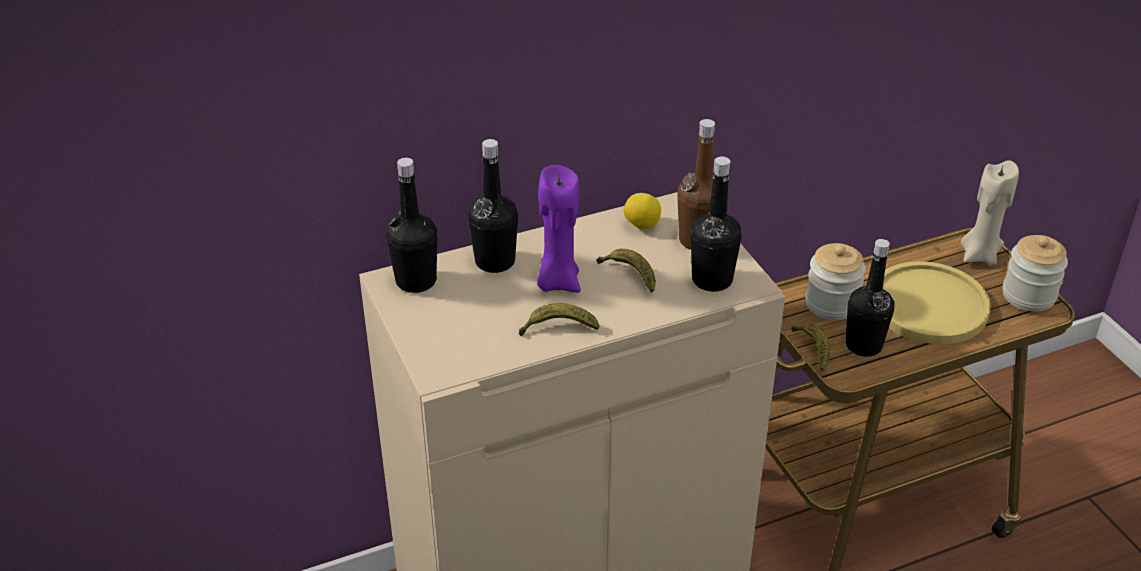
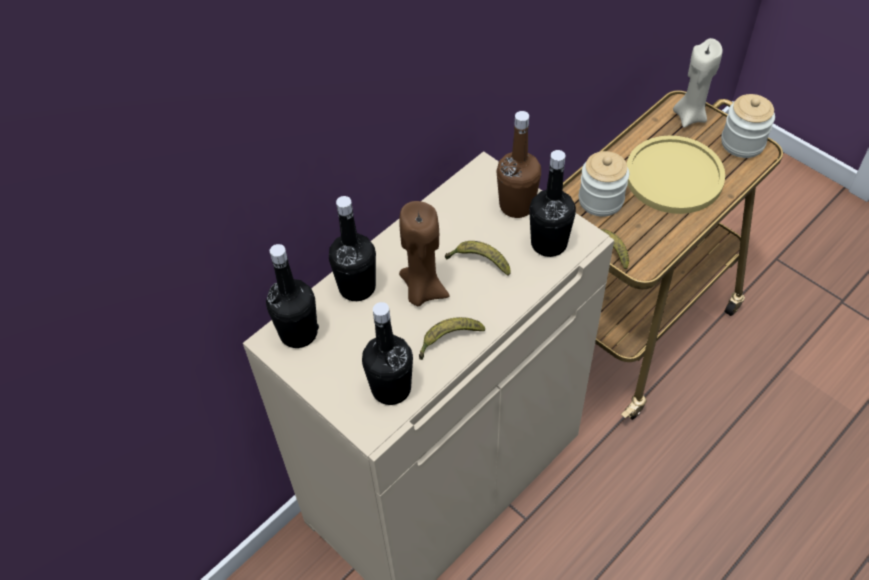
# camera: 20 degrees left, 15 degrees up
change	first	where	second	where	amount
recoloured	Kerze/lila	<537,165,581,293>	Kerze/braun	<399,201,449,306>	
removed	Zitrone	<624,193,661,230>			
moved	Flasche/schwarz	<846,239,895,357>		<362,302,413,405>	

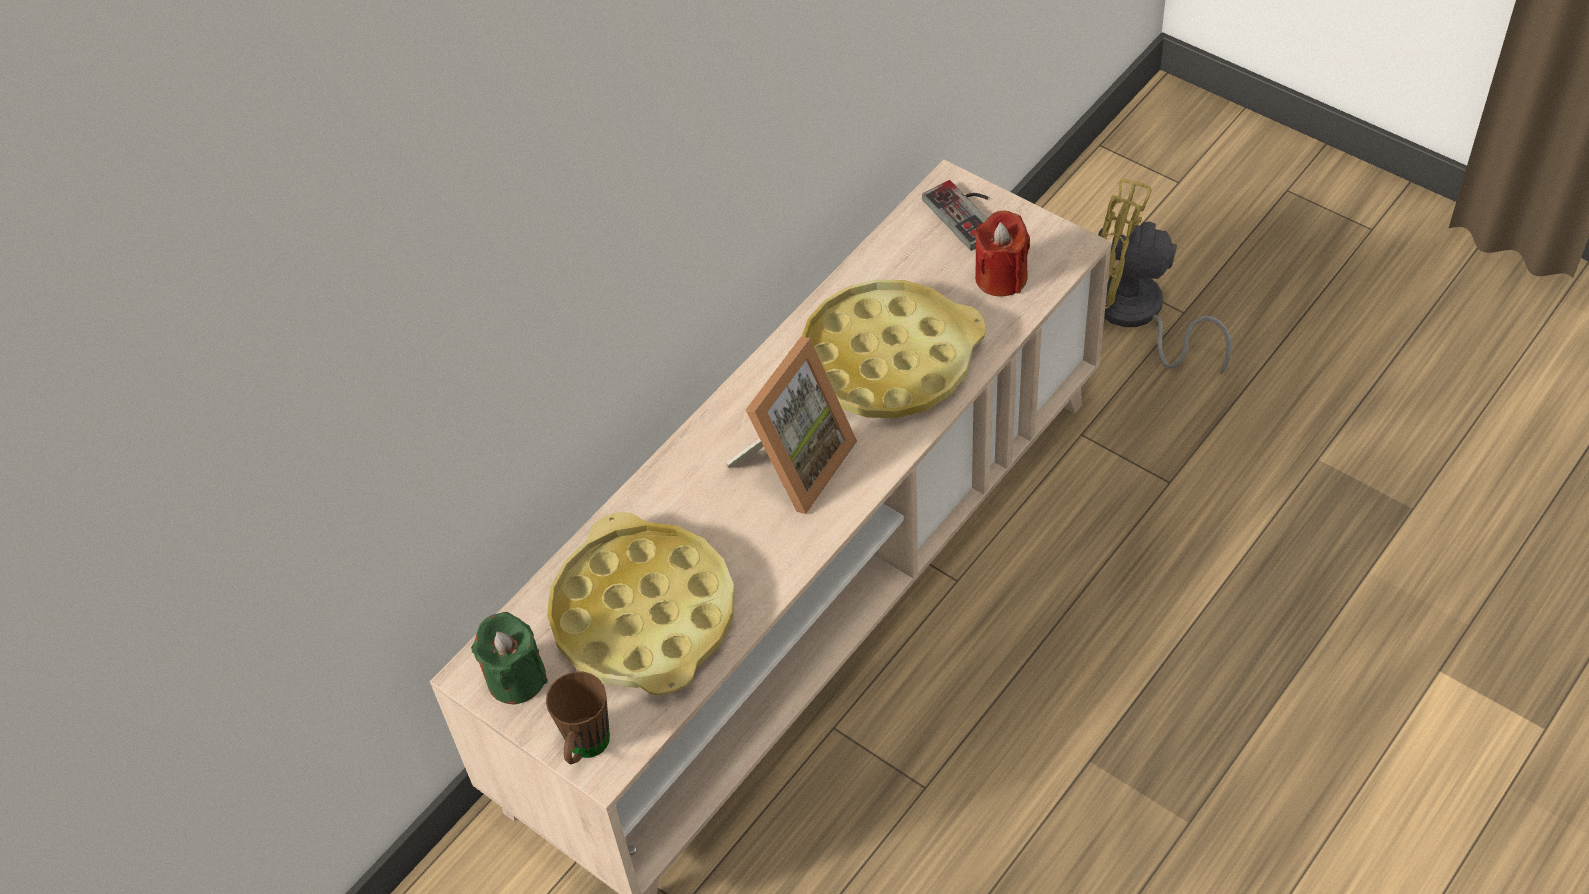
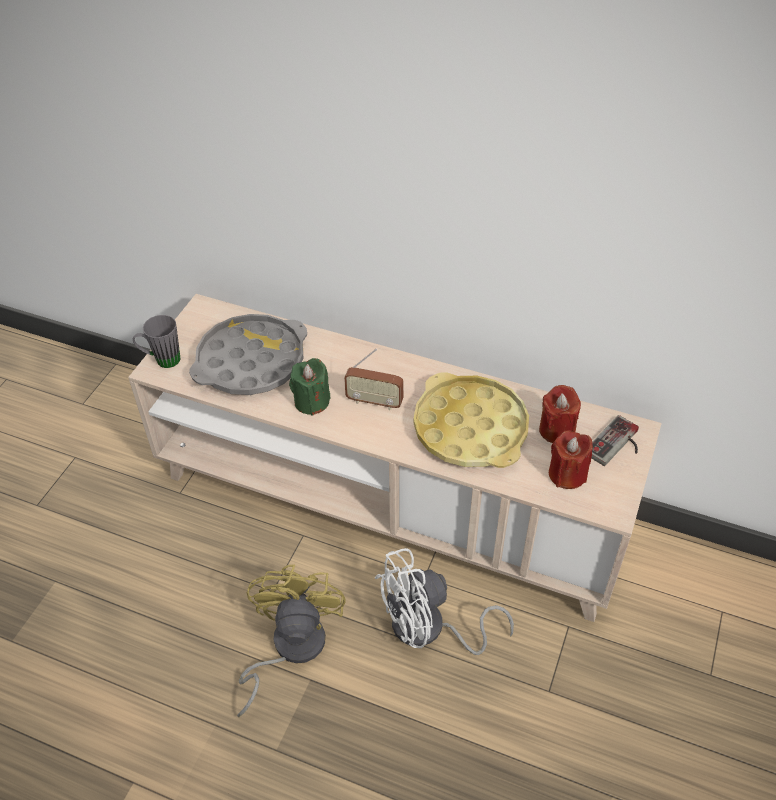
# camera: 70 degrees right, 5 degrees down
change	first	where	second	where	amount
moved	Kerze/grün	<471,612,548,705>		<289,358,331,416>	
recoloured	Henkelbecher/braun	<546,671,610,764>	Henkelbecher/grau	<133,315,181,368>	
recoloured	Tablett/gelb	<547,512,735,696>	Tablett/grau	<189,314,307,395>	
replaced	Bilderrahmen	<726,337,857,514>	Radio	<344,348,403,410>	
moved	Ventilator/gelb	<1098,178,1232,374>		<237,564,346,717>	
added			Ventilator/weiß	<375,548,514,655>	
added			Kerze/rot	<539,385,581,443>	

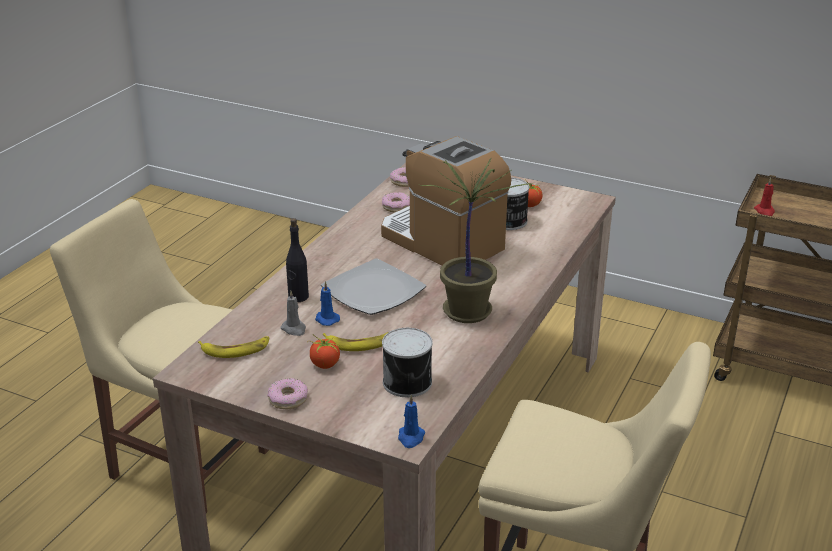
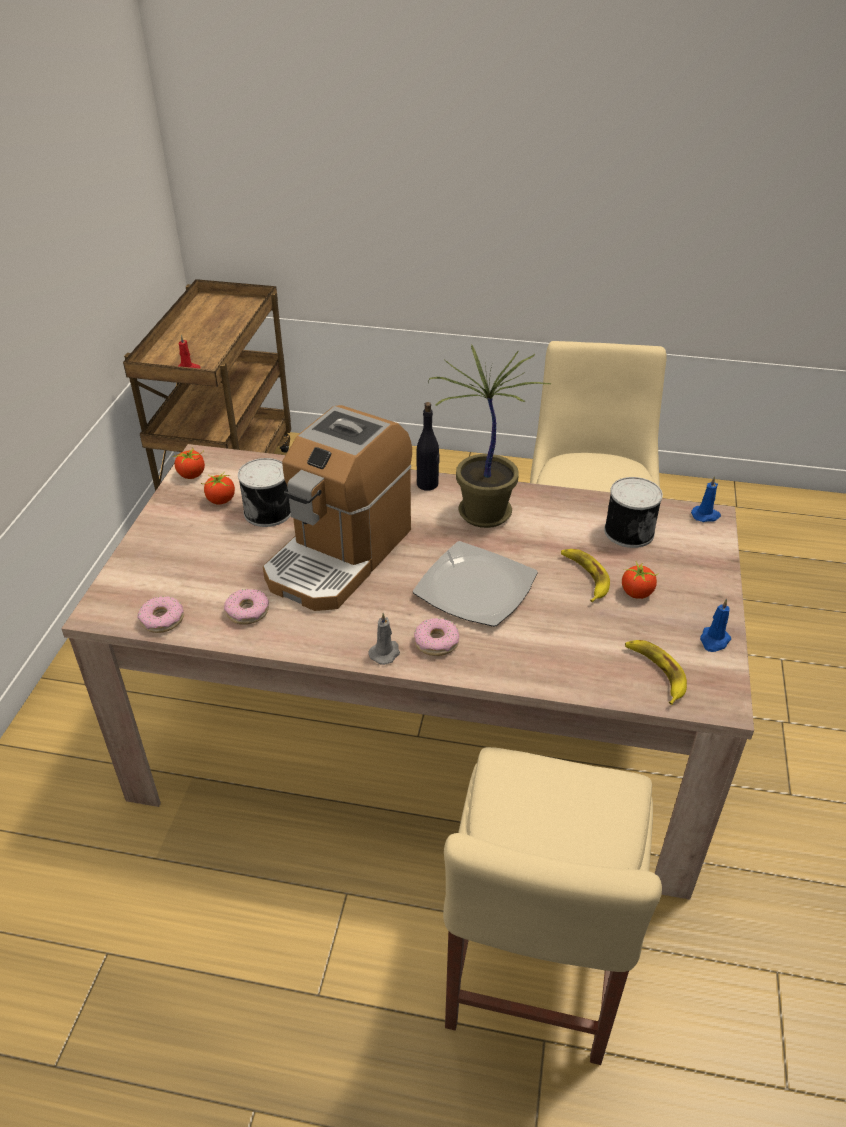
# camera: 105 degrees left, 10 degrees up
change	first	where	second	where	amount
moved	Donut	<268,378,308,409>		<414,618,459,656>	
moved	Kerze/grau	<281,291,306,336>		<368,613,400,665>	
moved	Flasche/schwarz	<286,218,309,302>		<417,402,440,491>	
moved	Kerze/blau	<315,281,340,326>		<700,599,731,652>	
added			Tomate	<173,449,205,479>	

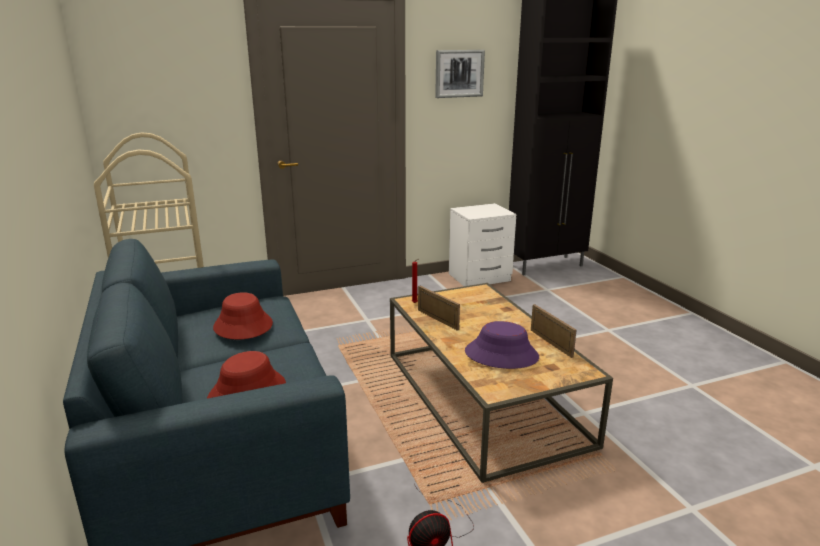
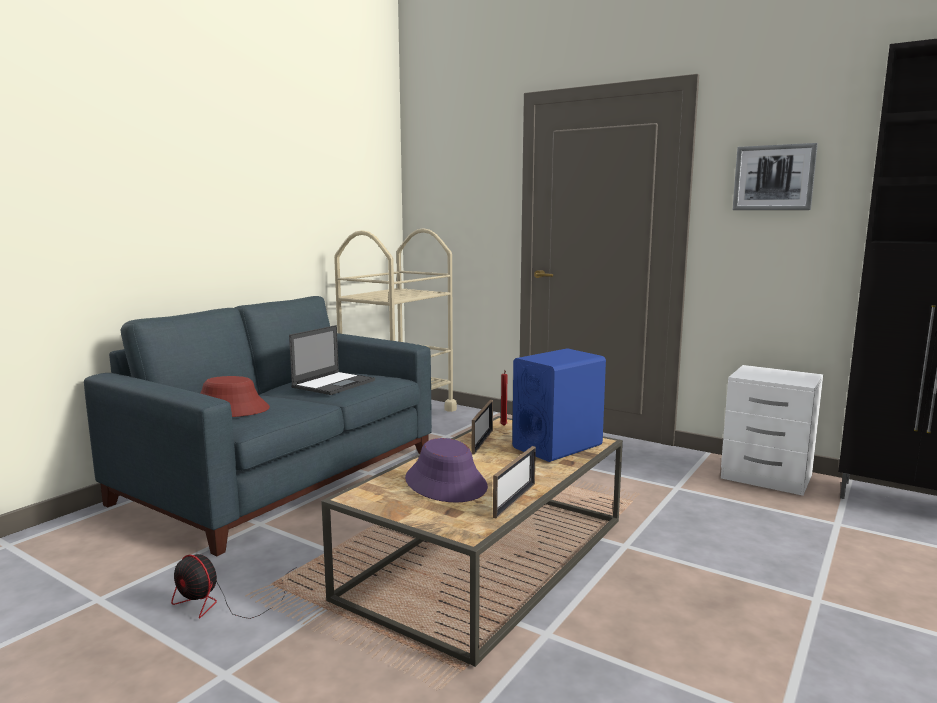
# camera: 55 degrees right, 10 degrees down
change	first	where	second	where	amount
replaced	Hut/rot	<213,292,273,340>	Laptop	<289,325,375,395>	
added			Lautsprecher/blau	<512,348,606,462>	

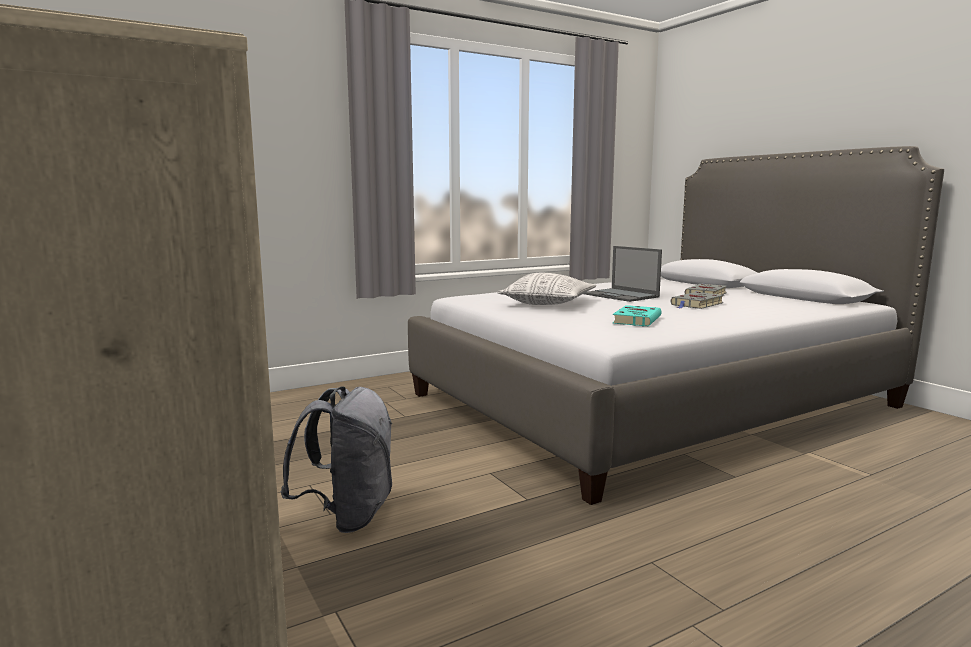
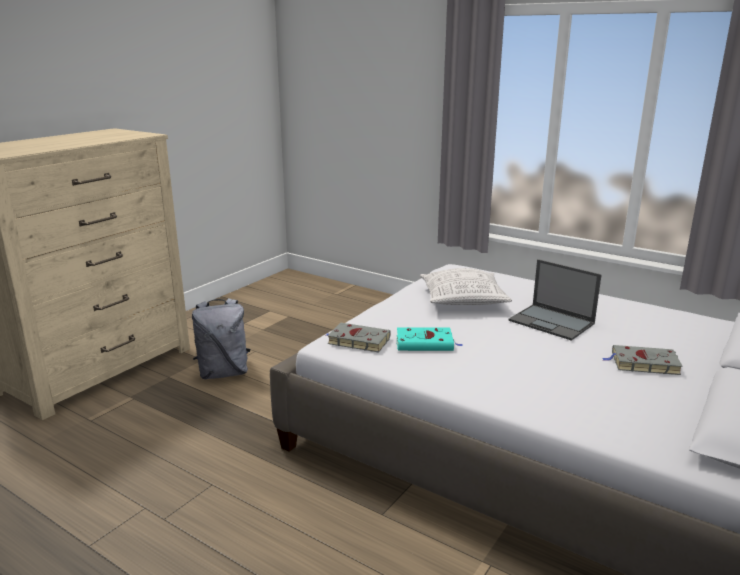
# camera: 65 degrees right, 10 degrees up
change	first	where	second	where	amount
turned	Laptop	<584,246,662,302>		<509,259,602,341>	75 degrees counterclockwise
moved	Buch/grau	<671,292,724,309>		<326,323,391,352>	

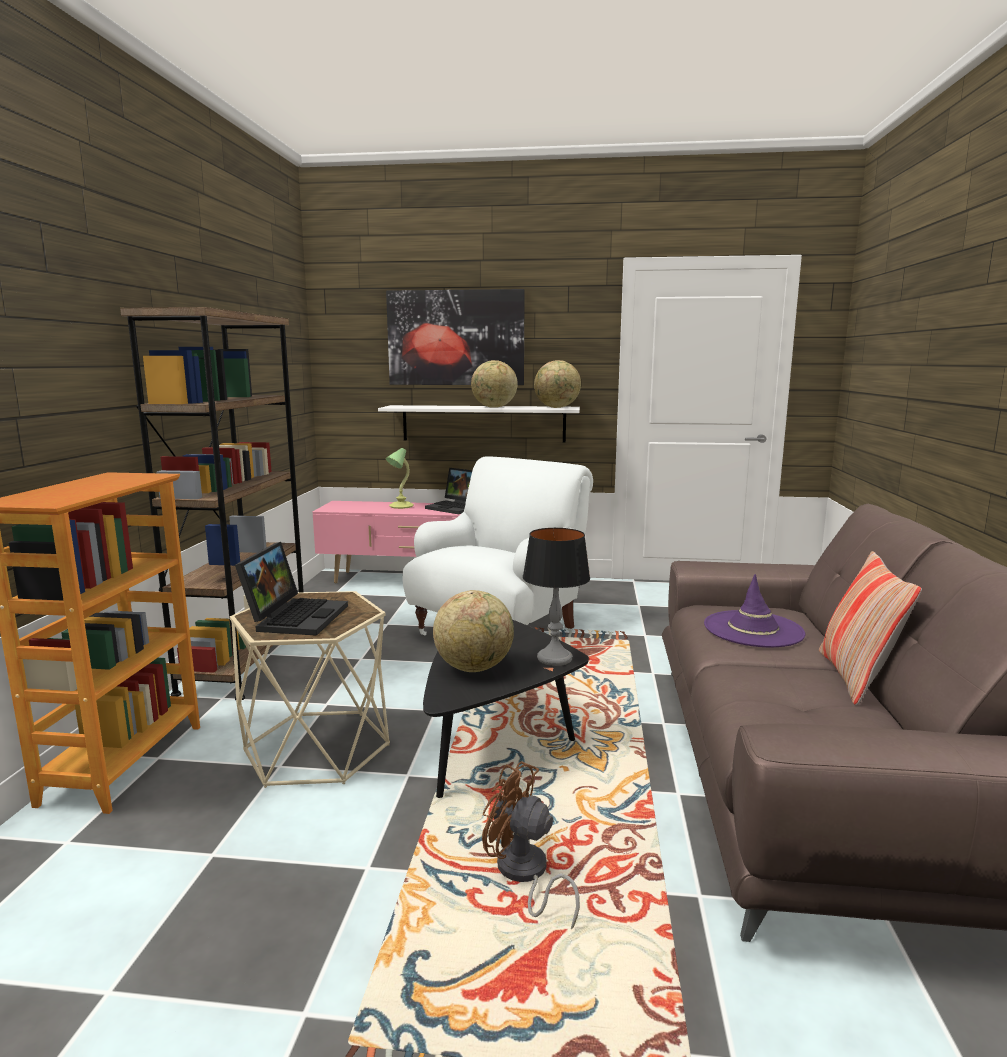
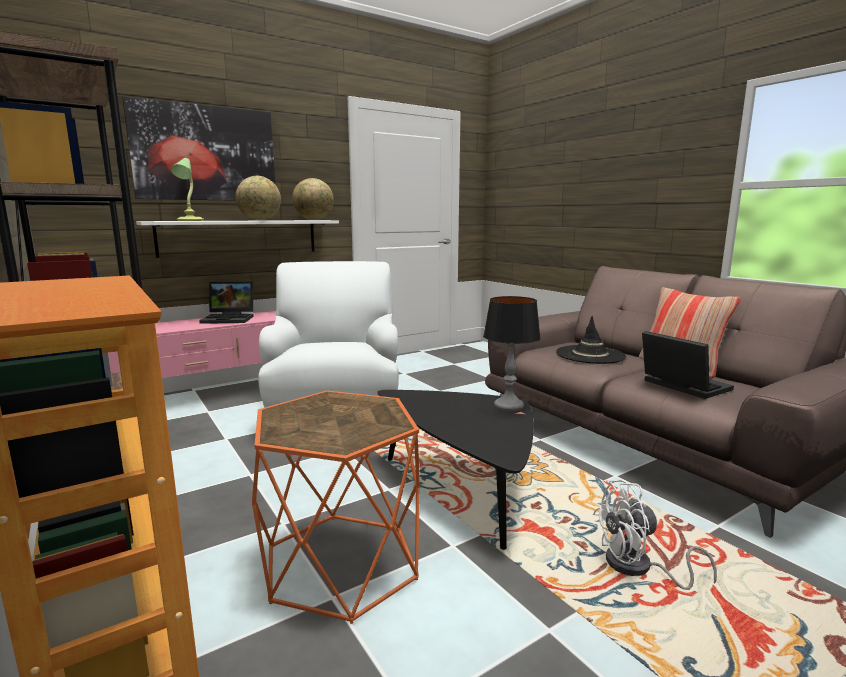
# camera: 40 degrees left, 0 degrees up
change	first	where	second	where	amount
recoloured	Beistelltisch/beige	<230,591,390,788>	Beistelltisch/orange	<252,391,420,624>	
moved	Laptop	<235,542,348,636>		<642,331,734,399>	
moved	Tischlampe	<386,448,414,509>		<171,158,204,221>	
removed	Globus	<433,590,514,672>			
recoloured	Ventilator/braun	<482,761,580,929>	Ventilator/weiß	<593,480,717,590>	
recoloured	Hut/lila	<704,574,806,647>	Hut/schwarz	<556,316,626,364>	

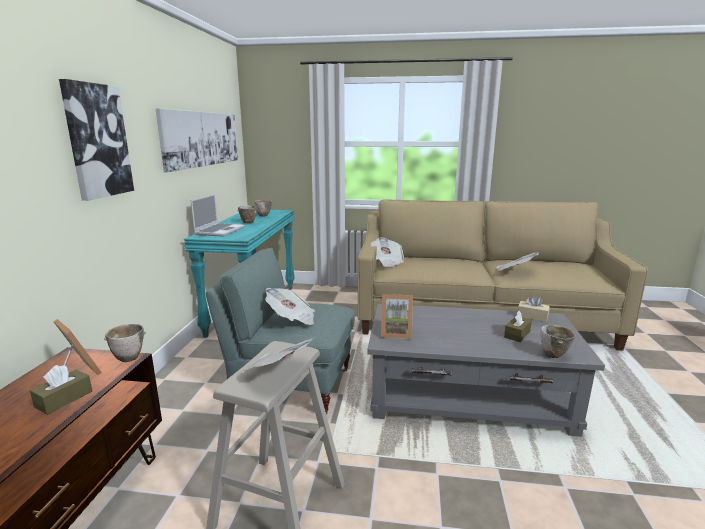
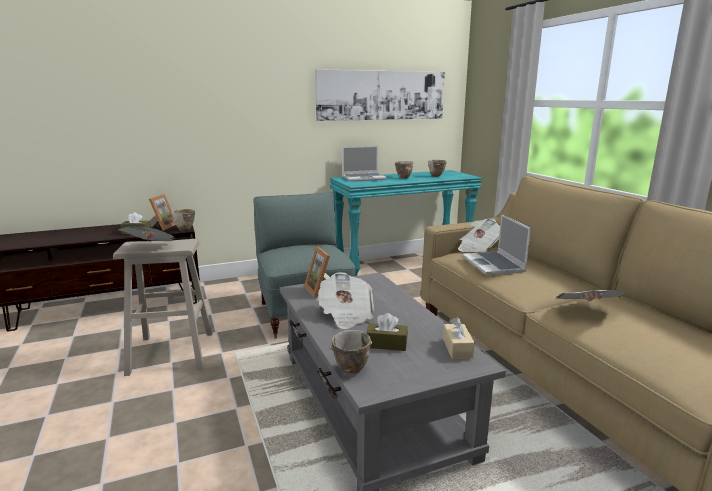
# camera: 60 degrees right, 0 degrees up
change	first	where	second	where	amount
removed	Bild	<59,79,134,201>			
moved	Zeitung	<265,288,315,325>		<317,272,374,329>	
added			Laptop	<462,214,531,275>	

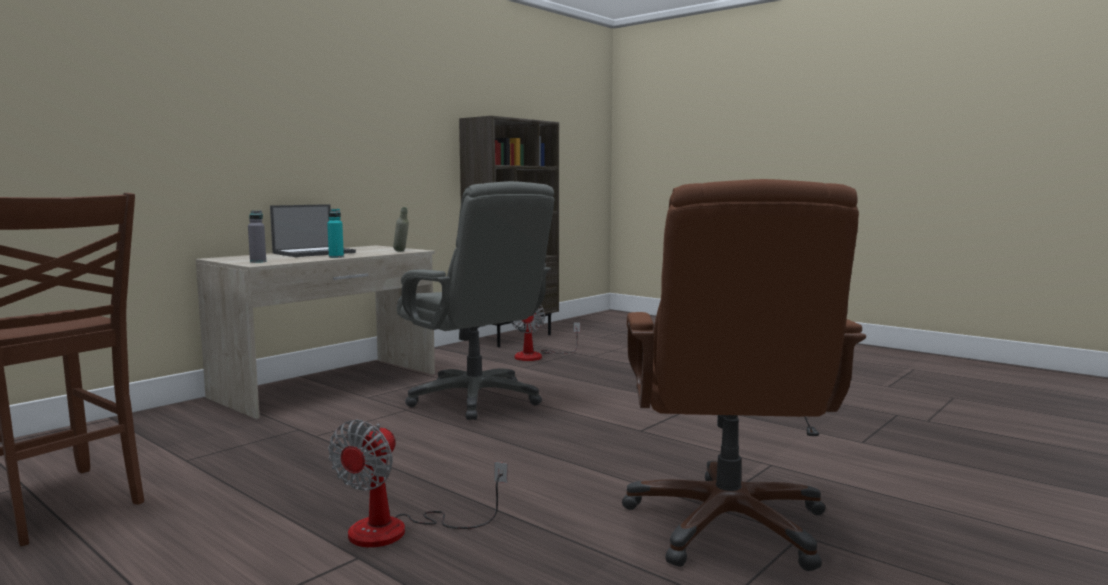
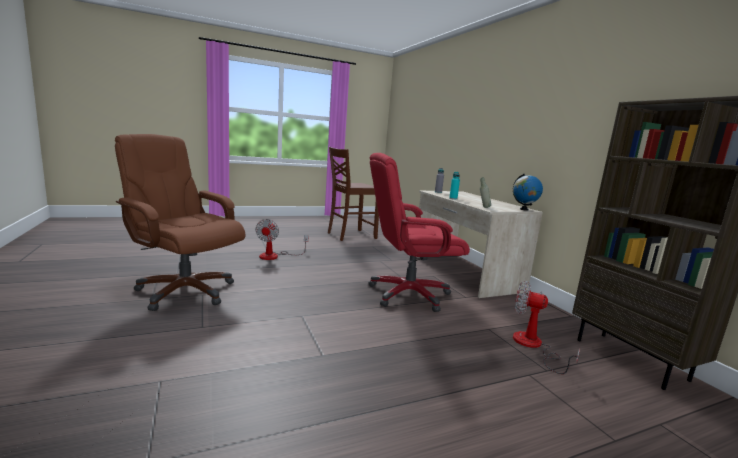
# camera: 115 degrees right, 5 degrees up
change	first	where	second	where	amount
removed	Laptop	<270,204,356,257>			
turned	Ventilator	<328,420,508,547>		<255,219,309,260>	135 degrees counterclockwise
recoloured	Bürostuhl/grau	<397,181,554,420>	Bürostuhl/rot	<368,153,470,312>	
added			Globus	<513,174,543,210>	

